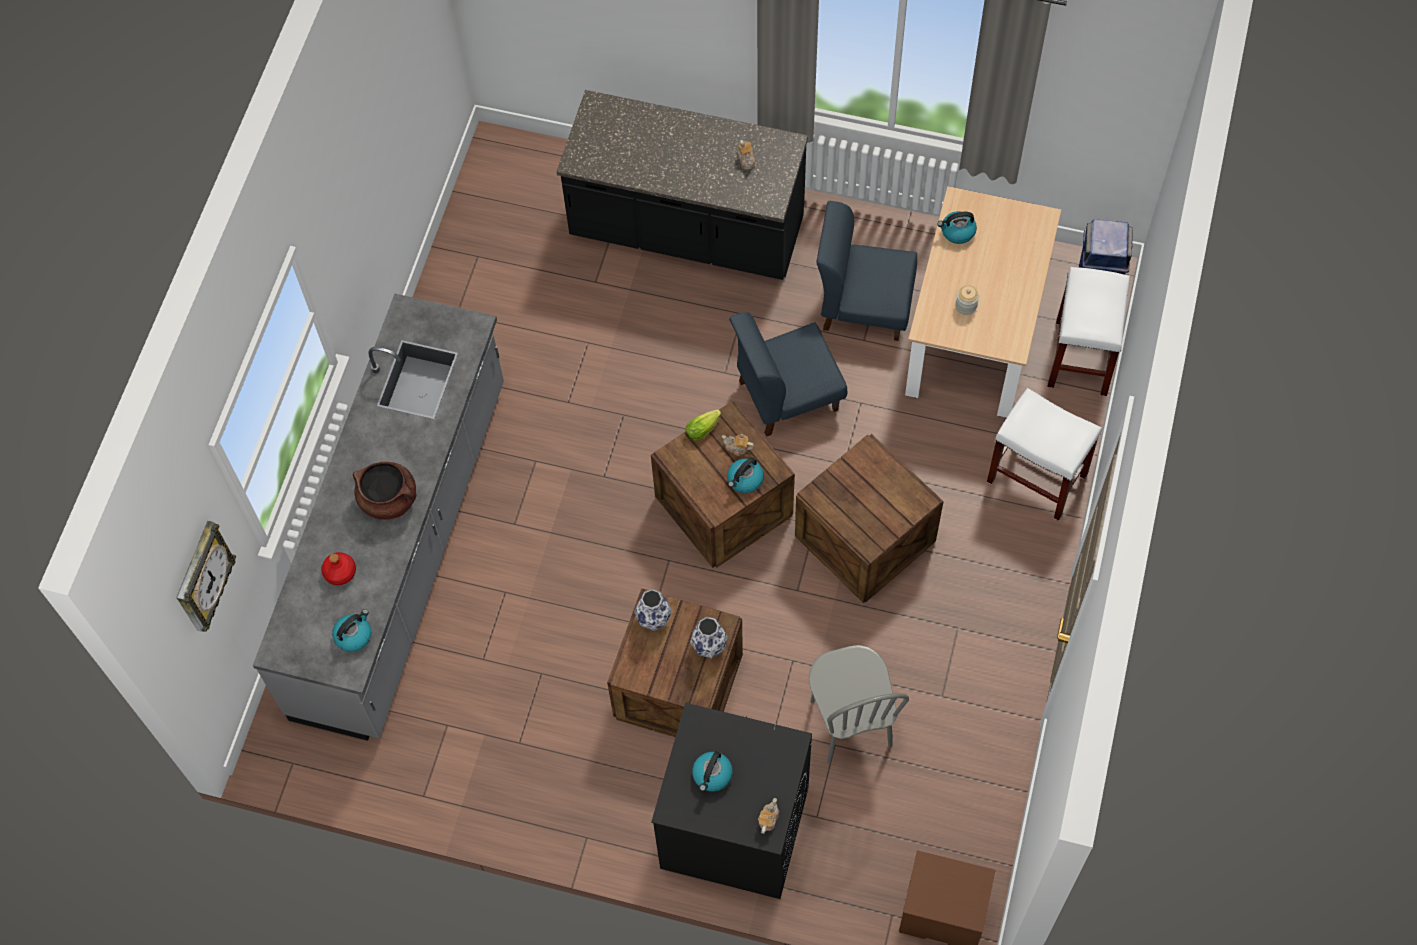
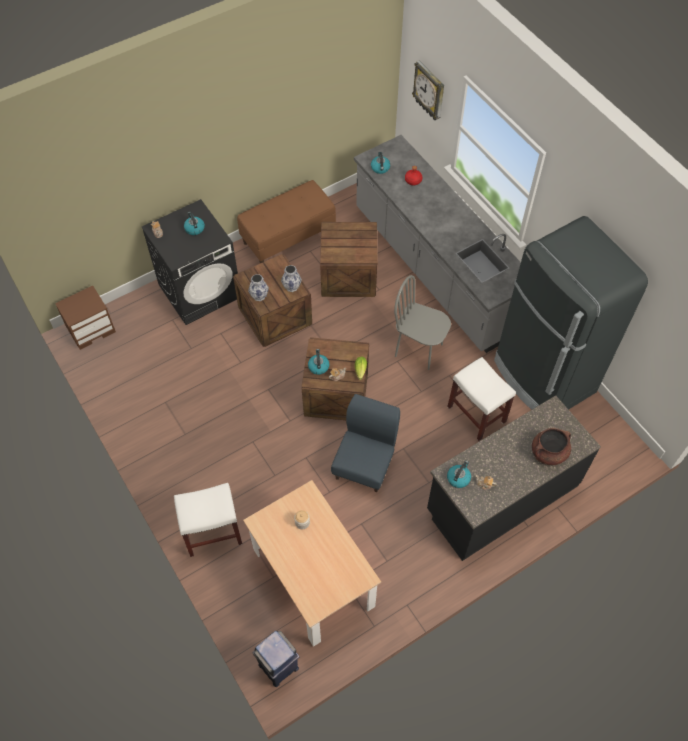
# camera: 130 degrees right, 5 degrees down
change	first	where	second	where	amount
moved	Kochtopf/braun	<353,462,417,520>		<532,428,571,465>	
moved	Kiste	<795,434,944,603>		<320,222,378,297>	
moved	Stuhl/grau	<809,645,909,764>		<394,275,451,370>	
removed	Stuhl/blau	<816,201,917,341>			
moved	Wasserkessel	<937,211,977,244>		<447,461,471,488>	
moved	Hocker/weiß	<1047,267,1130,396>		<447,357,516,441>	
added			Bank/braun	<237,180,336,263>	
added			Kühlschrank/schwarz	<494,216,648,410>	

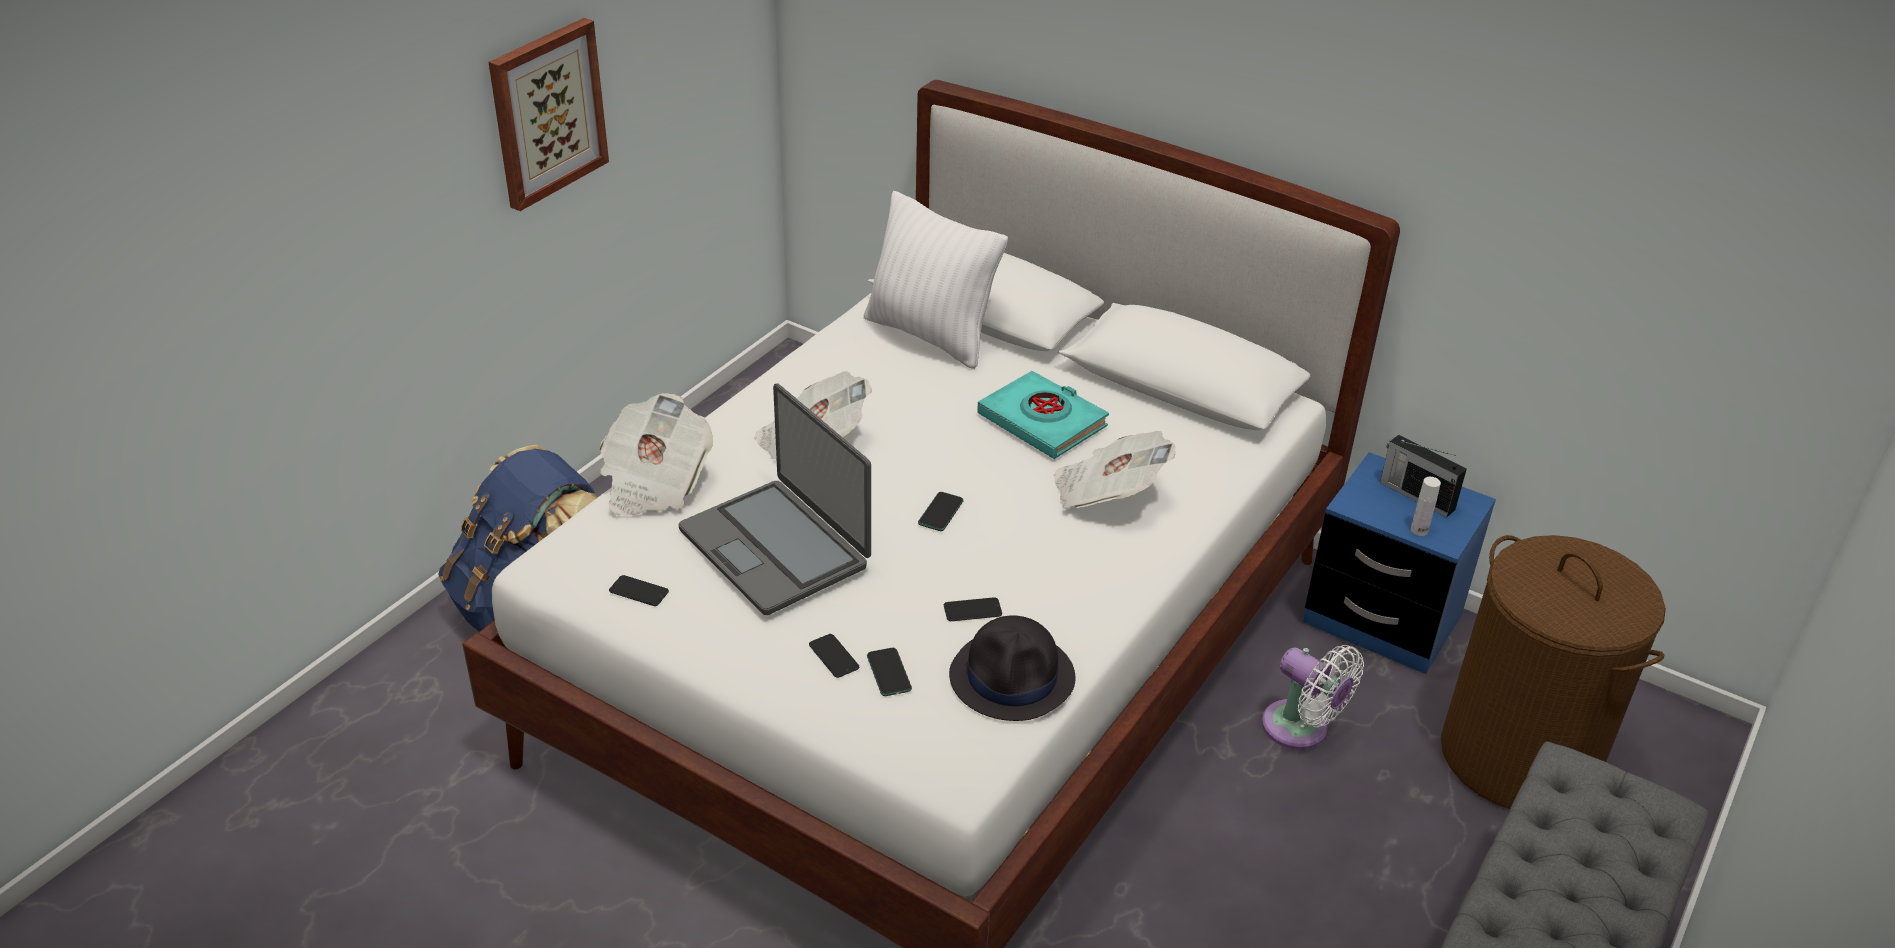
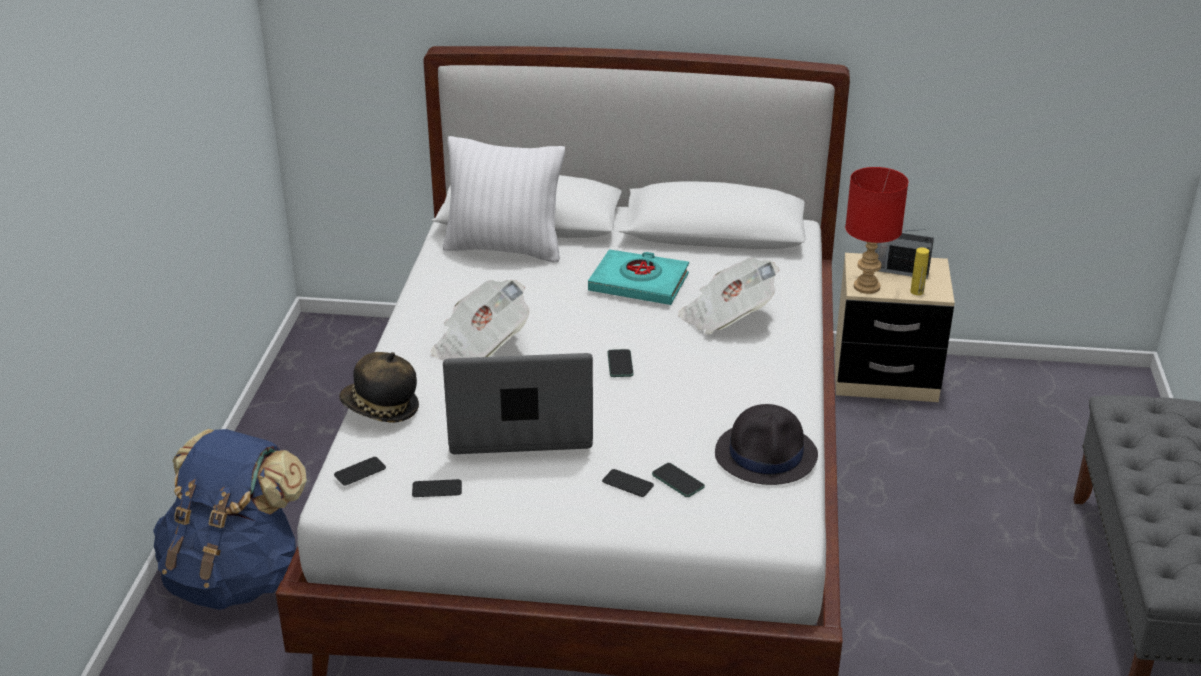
# camera: 25 degrees left, 5 degrees down
change	first	where	second	where	amount
removed	Bild	<489,18,609,211>			
replaced	Zeitung	<600,393,713,516>	Hut	<339,352,419,423>	
turned	Laptop	<679,383,871,615>		<443,353,593,454>	150 degrees clockwise
moved	Handy	<944,597,1002,621>		<334,457,386,485>	
removed	Ventilator/weiß	<1262,645,1364,750>			
recoloured	Nachttisch/blau	<1303,452,1496,674>	Nachttisch/beige	<835,253,955,402>	
recoloured	Flasche/weiß	<1411,477,1441,536>	Flasche/gelb	<910,247,929,295>	
removed	Wäschekorb/braun	<1441,535,1666,809>			
added			Tischlampe/rot	<845,167,908,294>	

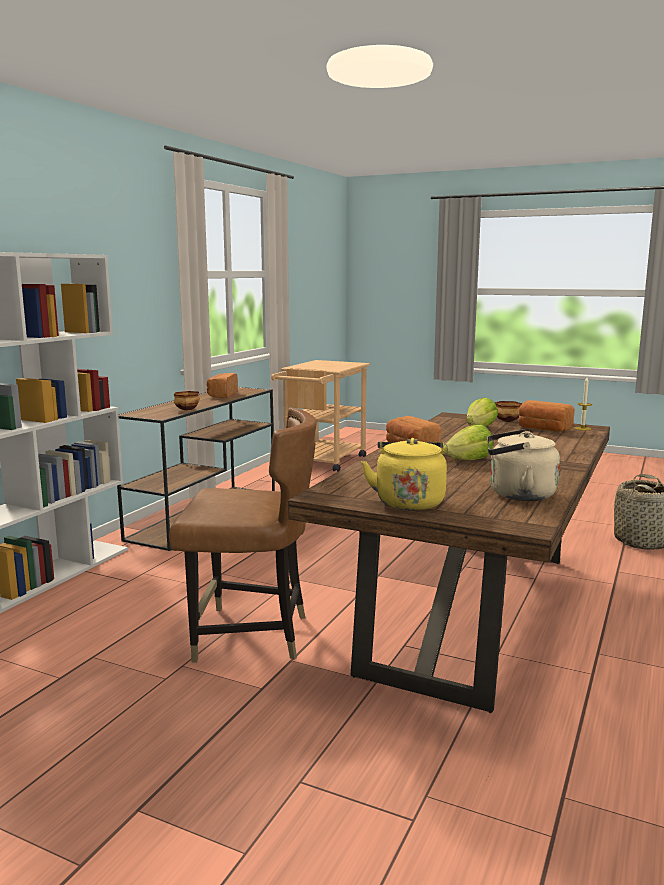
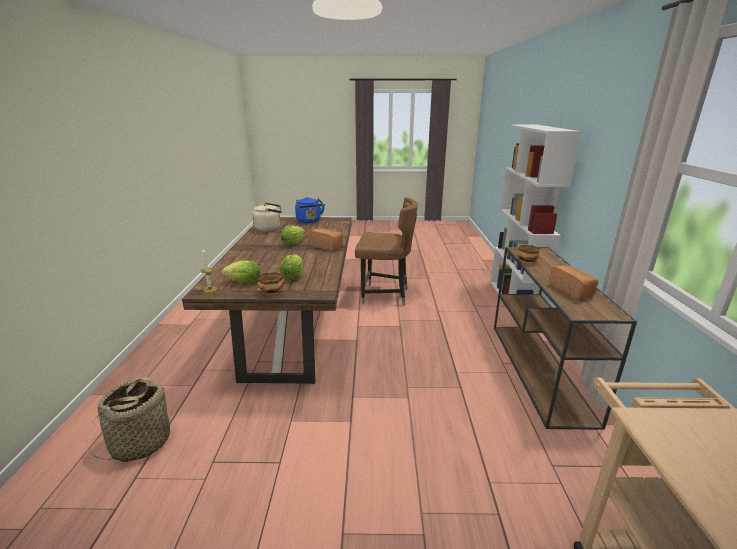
# camera: 155 degrees right, 10 degrees up
change	first	where	second	where	amount
turned	Stuhl/braun	<169,408,317,663>		<355,197,418,305>	150 degrees counterclockwise
recoloured	Wasserkessel/gelb	<361,438,447,511>	Wasserkessel/blau	<295,197,325,223>	
replaced	Brot	<518,400,575,432>	Salatkopf	<222,260,261,283>	

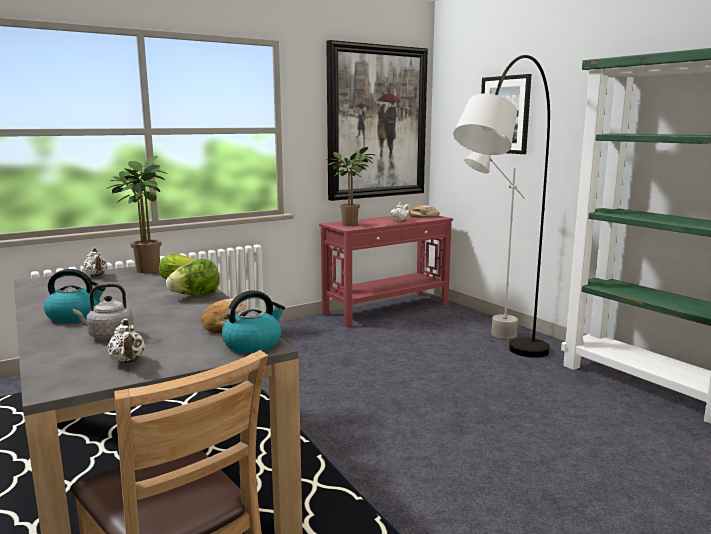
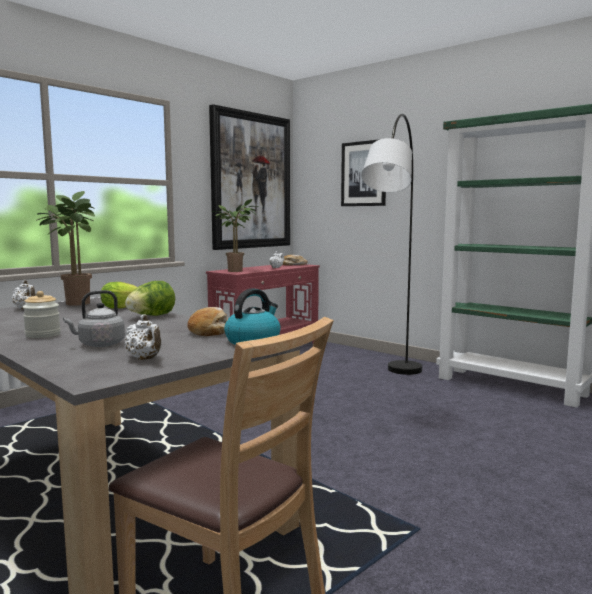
# camera: 15 degrees left, 5 degrees down
change	first	where	second	where	amount
replaced	Wasserkessel	<44,269,106,323>	Vorratsglas	<23,291,61,338>	
removed	Stehlampe/grau	<464,152,525,339>			

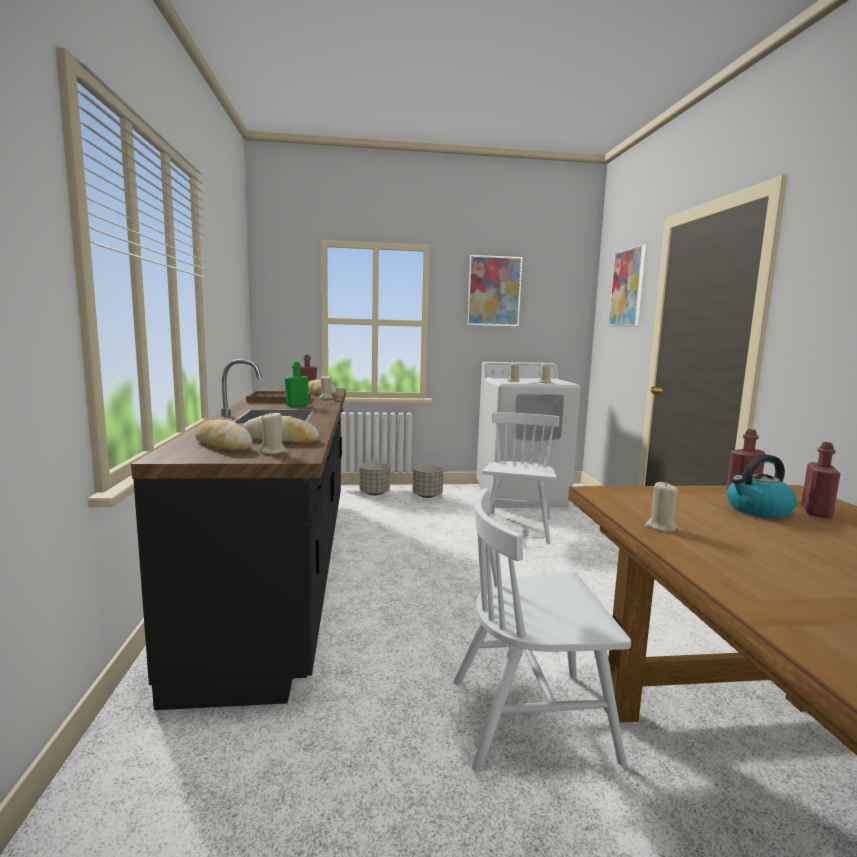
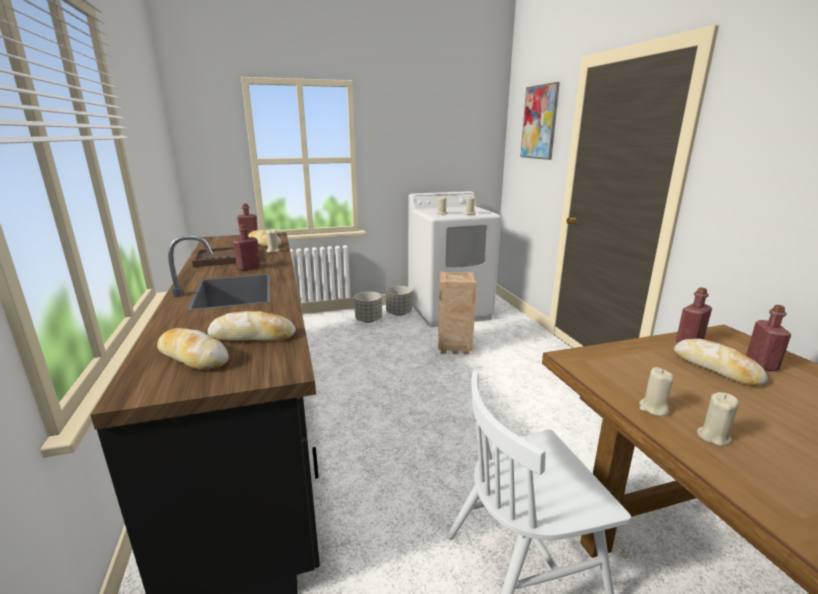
# camera: 10 degrees left, 10 degrees up
change	first	where	second	where	amount
moved	Kerze/beige	<260,412,286,454>		<697,392,739,446>	
recoloured	Flasche/grün	<285,362,309,407>	Flasche/rot	<233,224,260,271>	
moved	Pflanzkübel/grau	<359,462,390,496>		<386,286,412,316>	
removed	Bild	<467,255,522,326>			
replaced	Stuhl/weiß	<482,412,559,544>	Kiste	<438,272,476,354>	
replaced	Wasserkessel	<727,454,797,518>	Brot	<674,339,768,386>	

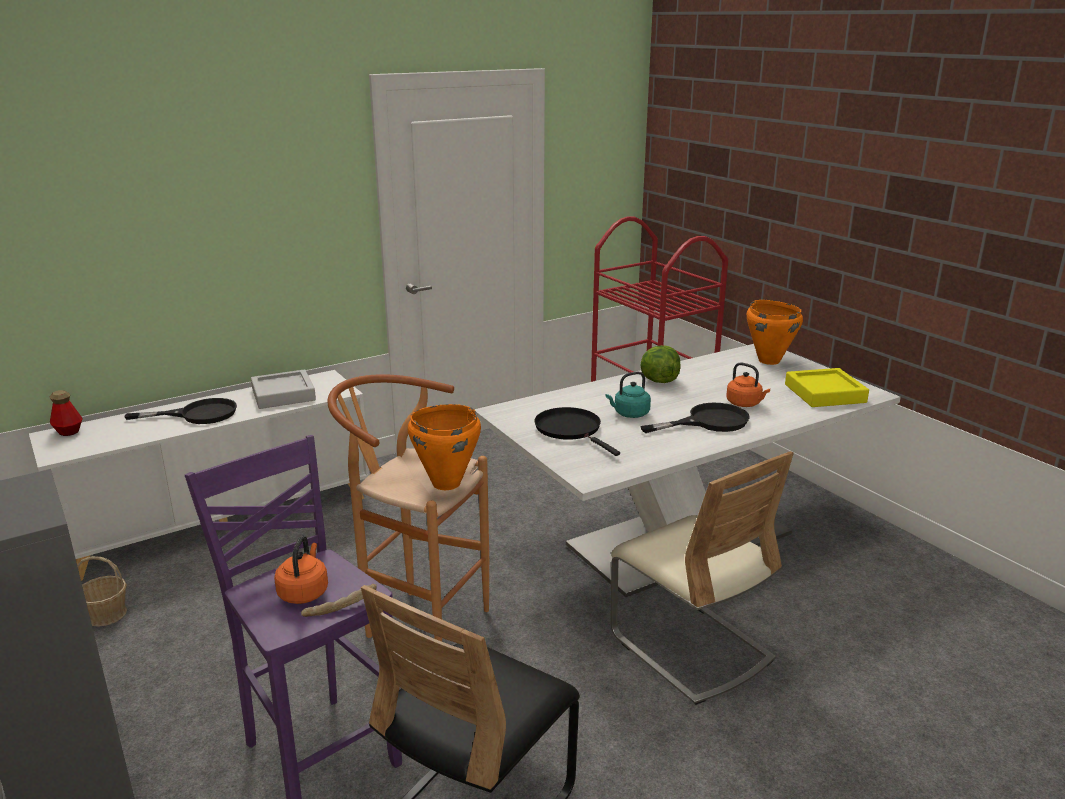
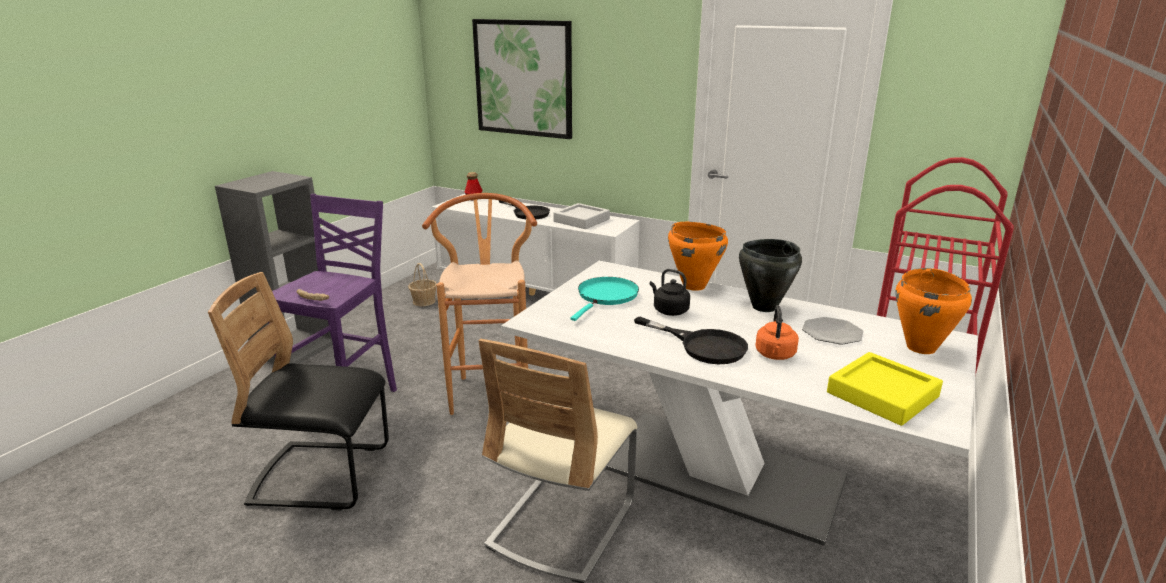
# camera: 60 degrees right, 0 degrees up
change	first	where	second	where	amount
removed	Wasserkessel/orange	<274,535,328,604>			
moved	Kochtopf/orange	<408,404,481,490>		<668,222,728,291>	
recoloured	Pfanne/schwarz	<534,407,620,456>	Pfanne/türkis	<571,277,639,321>	
recoloured	Wasserkessel/türkis	<606,372,651,418>	Wasserkessel/schwarz	<650,269,690,316>	
replaced	Salatkopf	<640,345,681,383>	Kochtopf/schwarz	<739,239,802,312>	
added			Bild	<472,19,572,139>	
added			Teller	<802,317,863,344>	

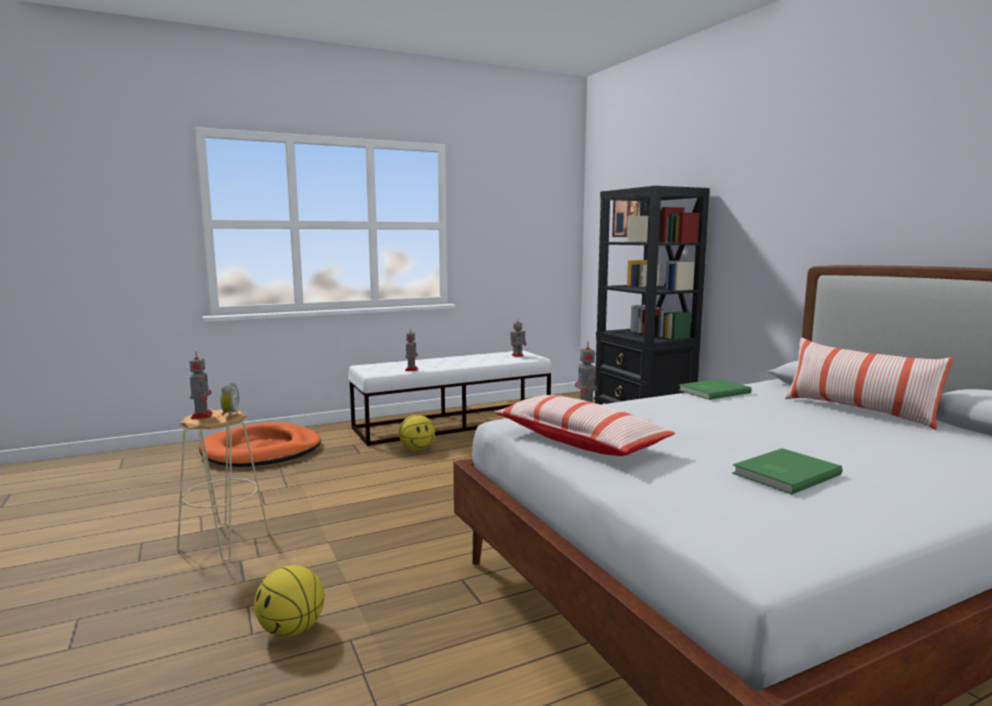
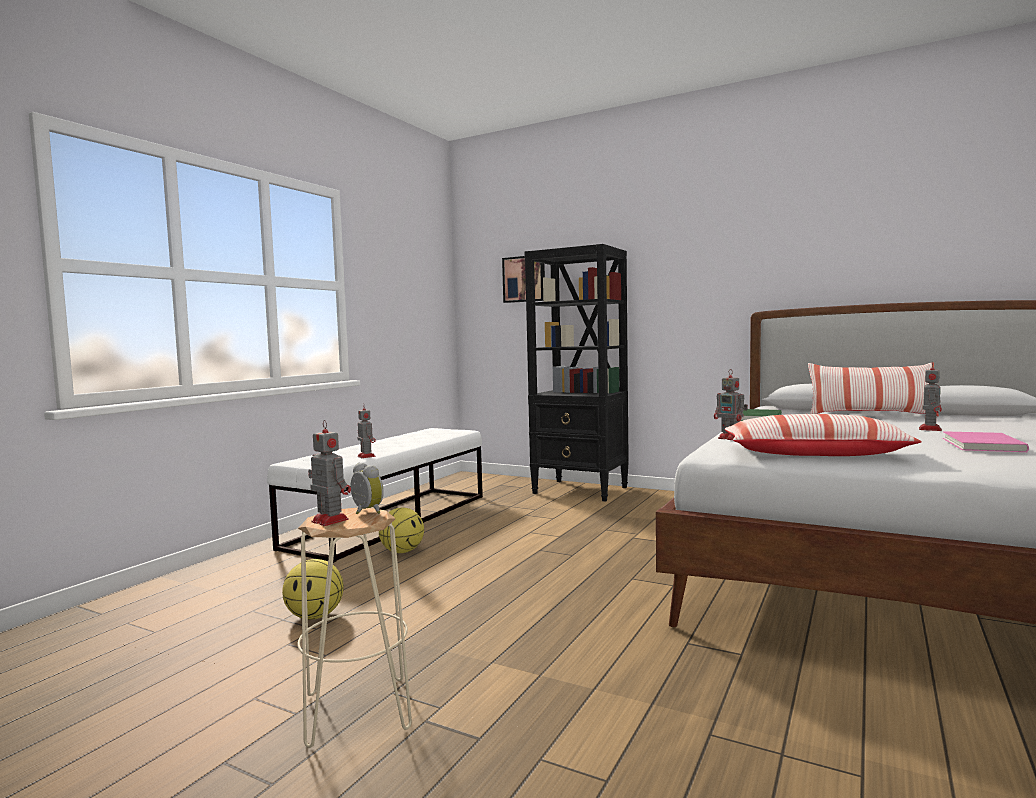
# camera: 35 degrees left, 5 degrees down
change	first	where	second	where	amount
removed	Hundebett/orange	<199,422,321,467>			
moved	Basketball	<254,565,324,637>		<282,559,344,620>	
moved	Spielzeugroboter	<510,318,526,357>		<919,362,942,431>	
recoloured	Buch/grün	<732,448,843,495>	Buch/rosa	<943,431,1029,452>	

